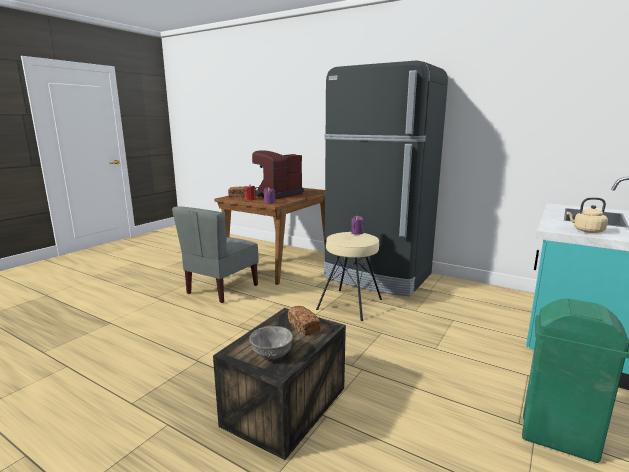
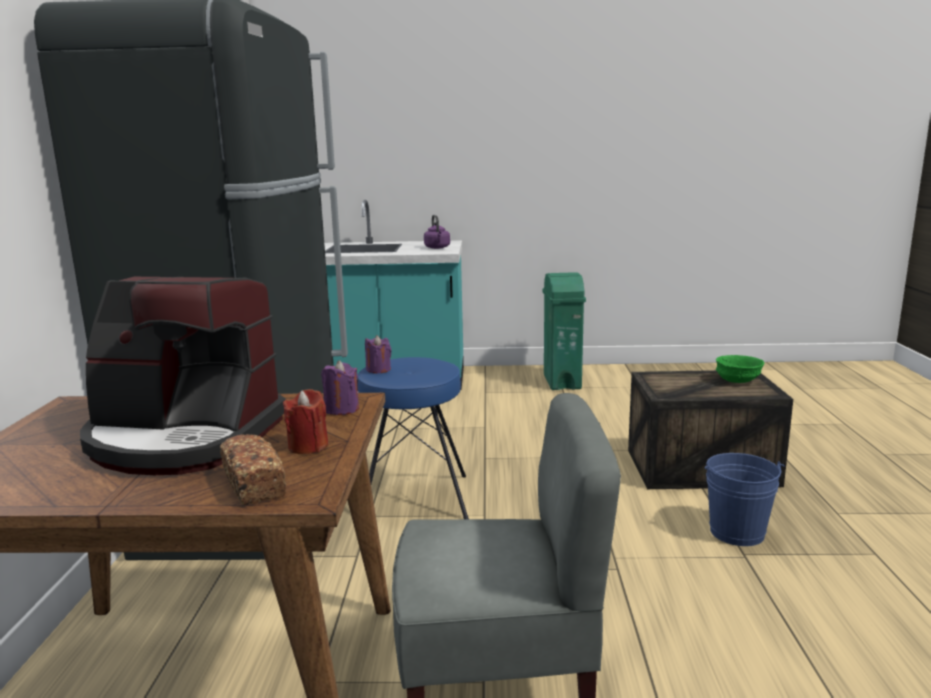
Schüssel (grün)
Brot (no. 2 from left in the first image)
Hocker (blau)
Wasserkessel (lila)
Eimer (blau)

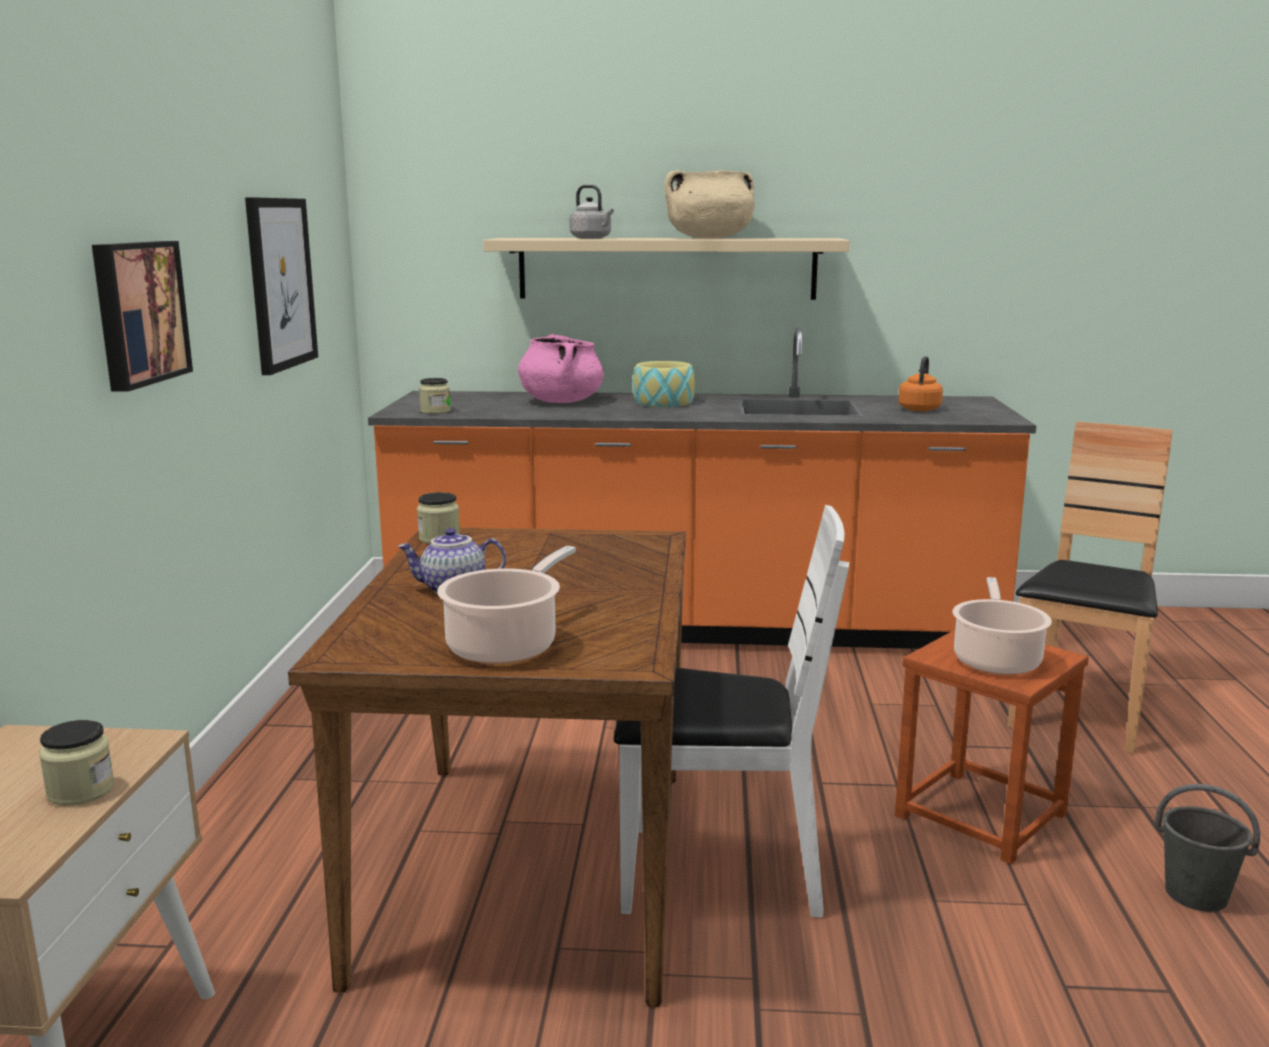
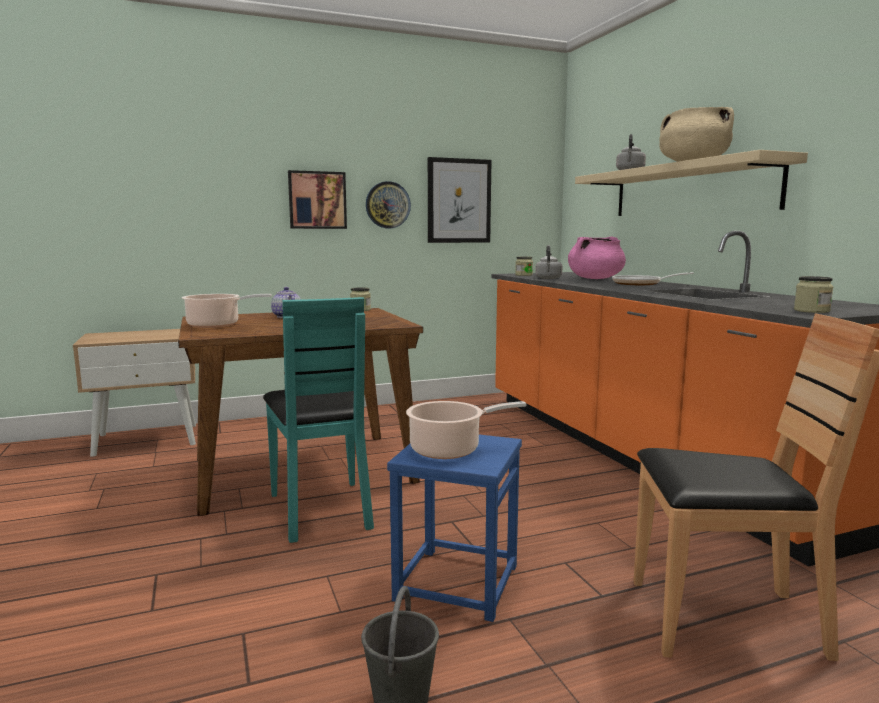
Vorratsglas (no. 3 from left)
Stuhl (türkis)
Pfanne
Hocker (blau)
Wasserkessel (orange)
Wanduhr
Wasserkessel (grau) (no. 1 from left)

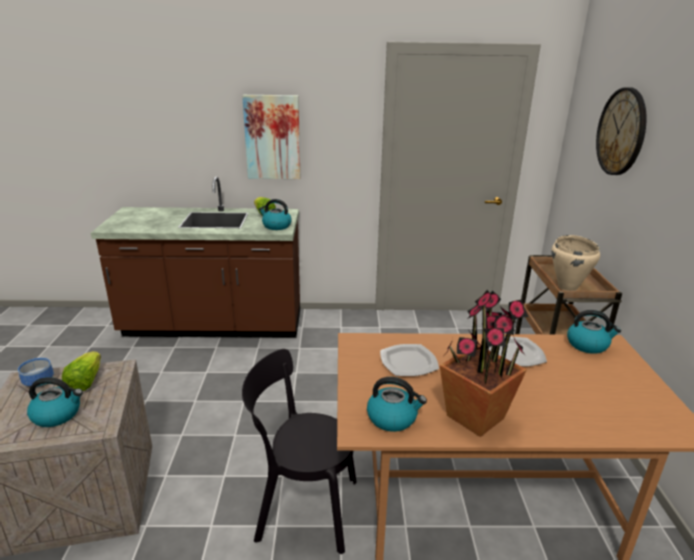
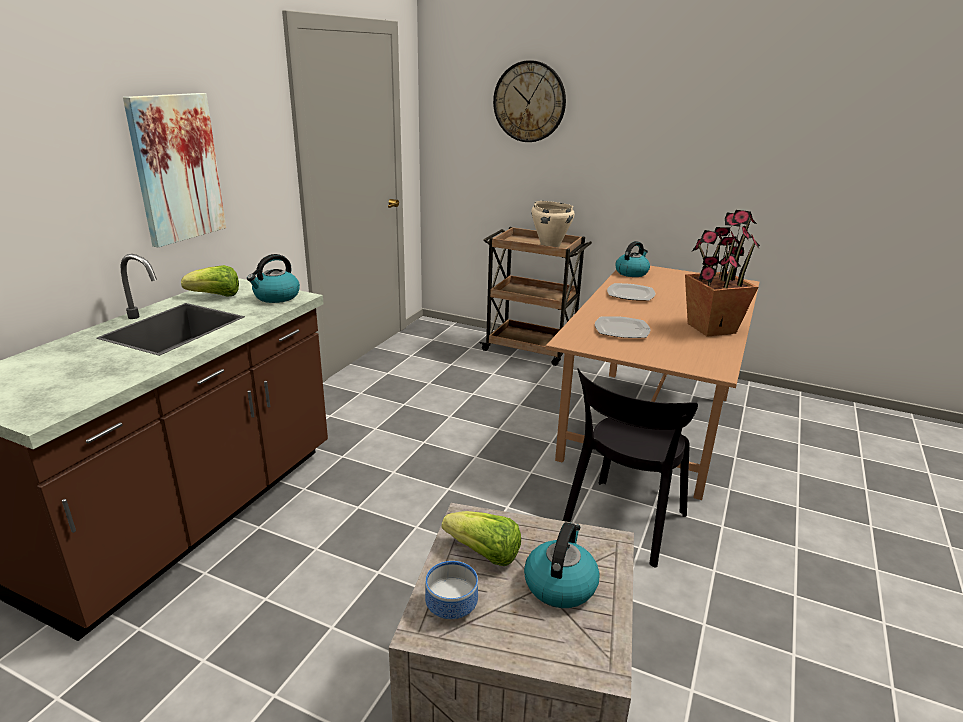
Wasserkessel (no. 3 from left in the first image)

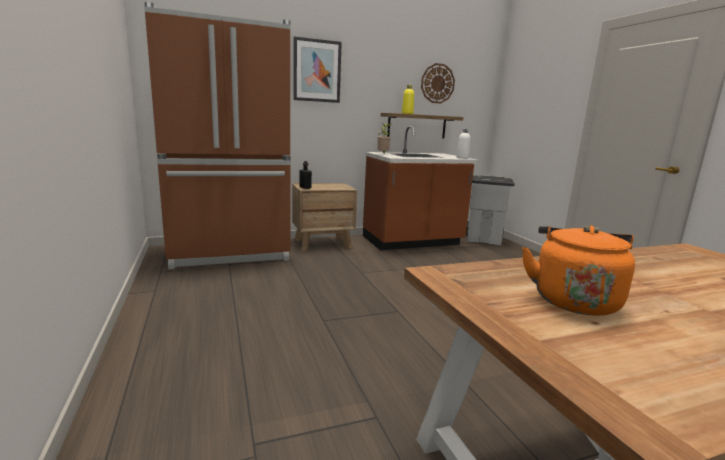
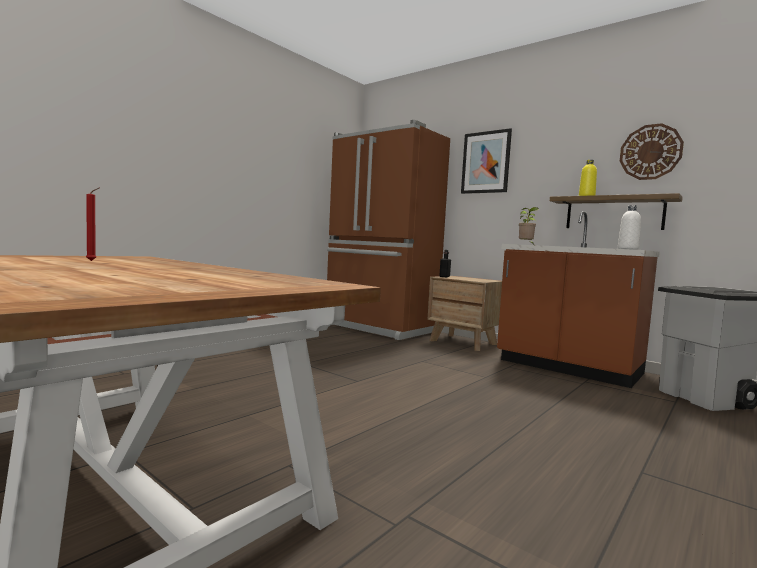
Kerze (rot)

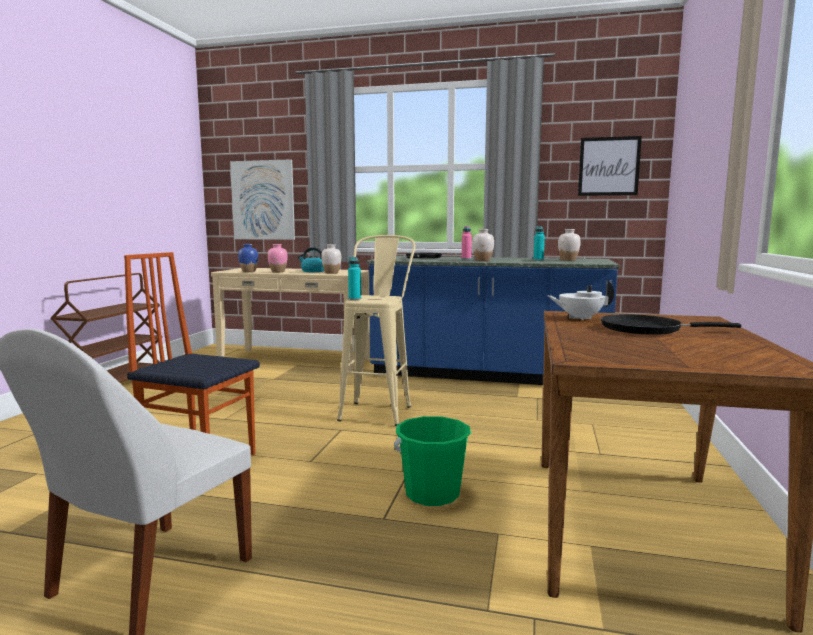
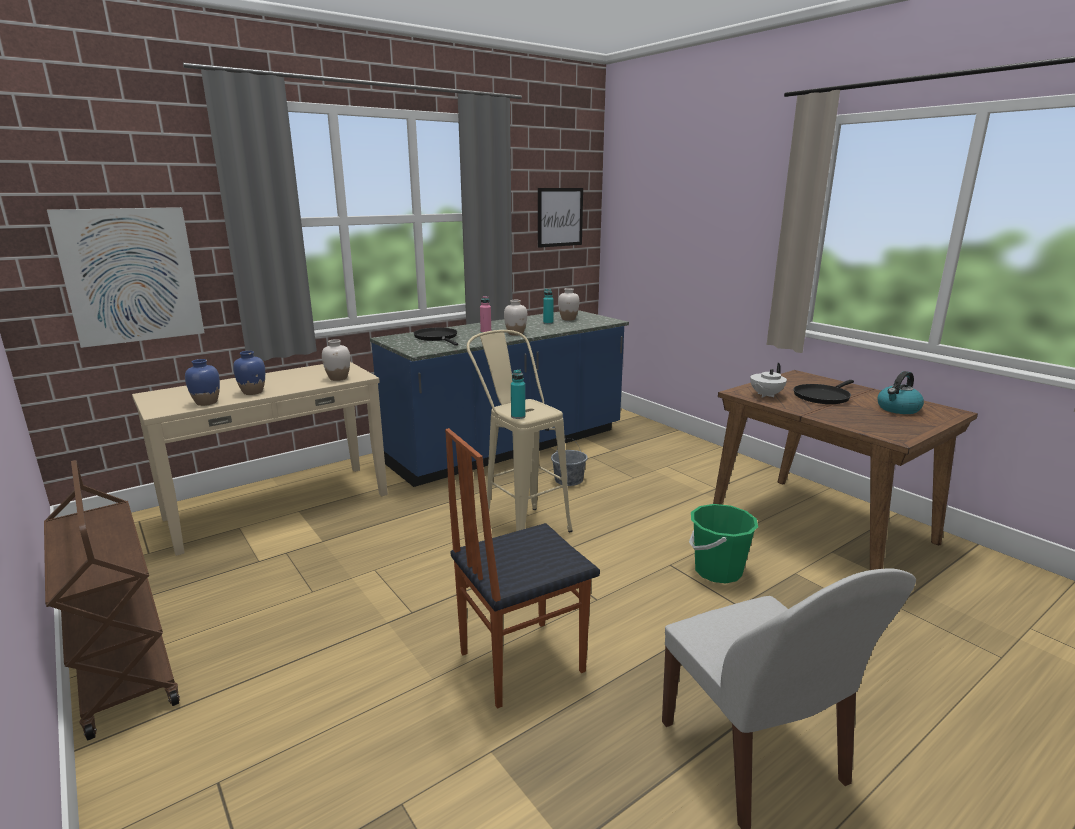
Vase (blau) (no. 2 from left)
Wasserkessel
Eimer (grau)

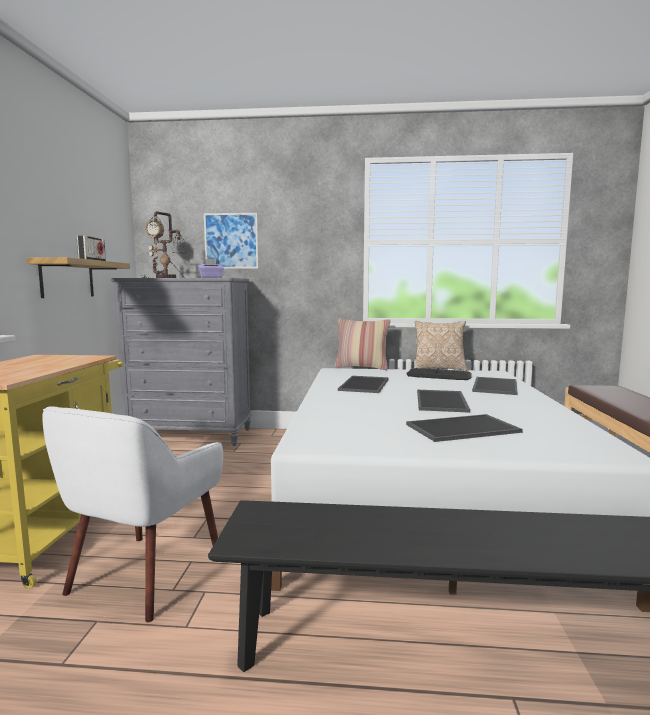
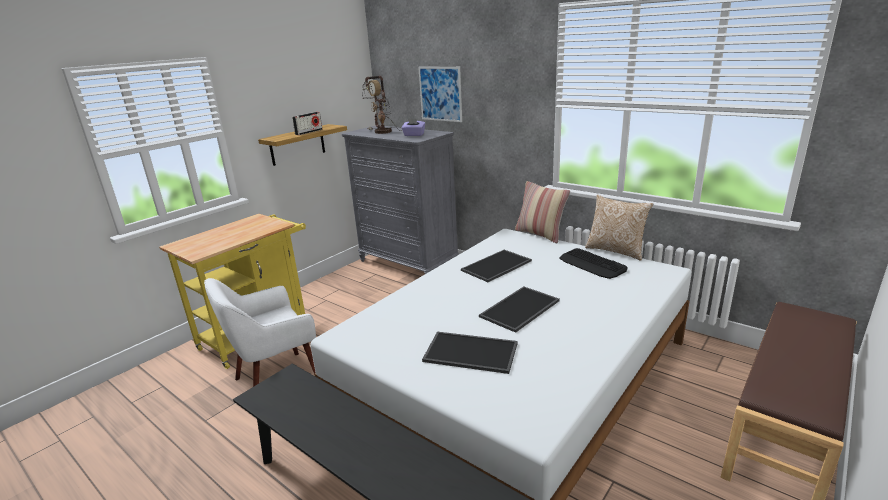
Tablett (no. 4 from left in the first image)

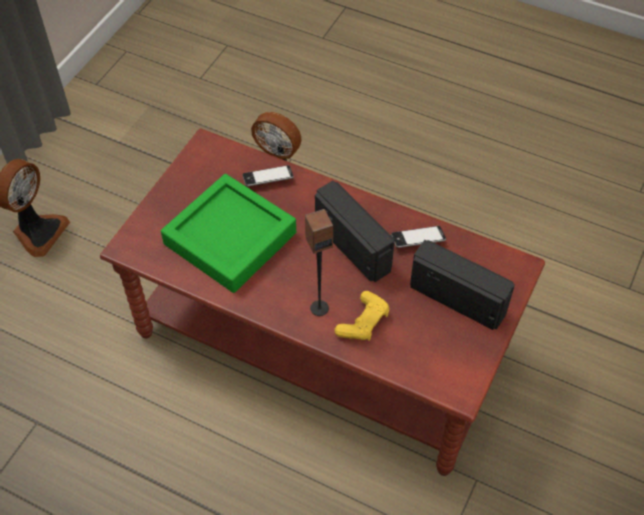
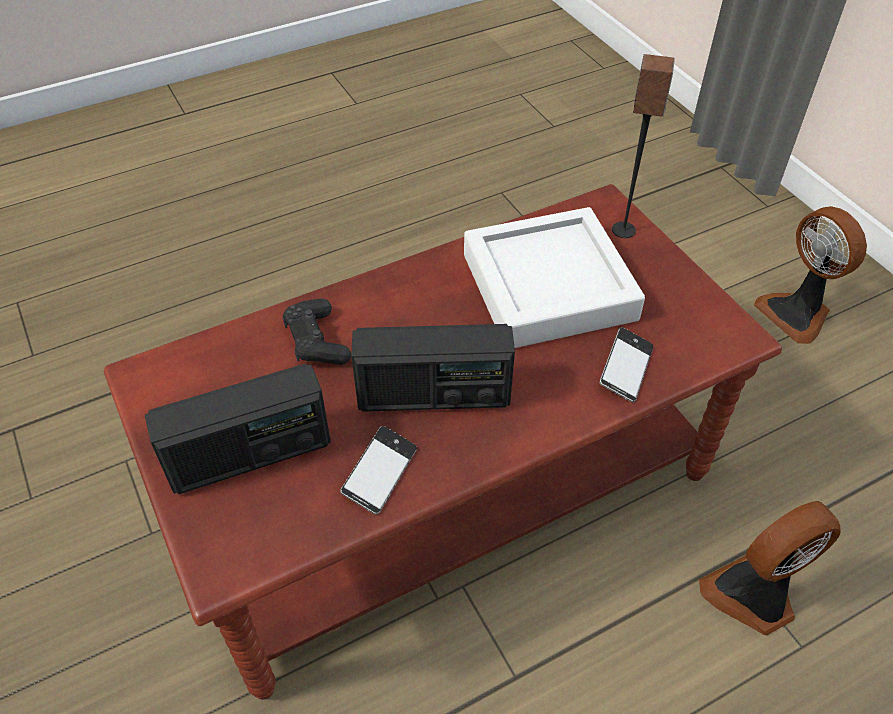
Tablett (weiß)
Lautsprecher
Gamepad (schwarz)

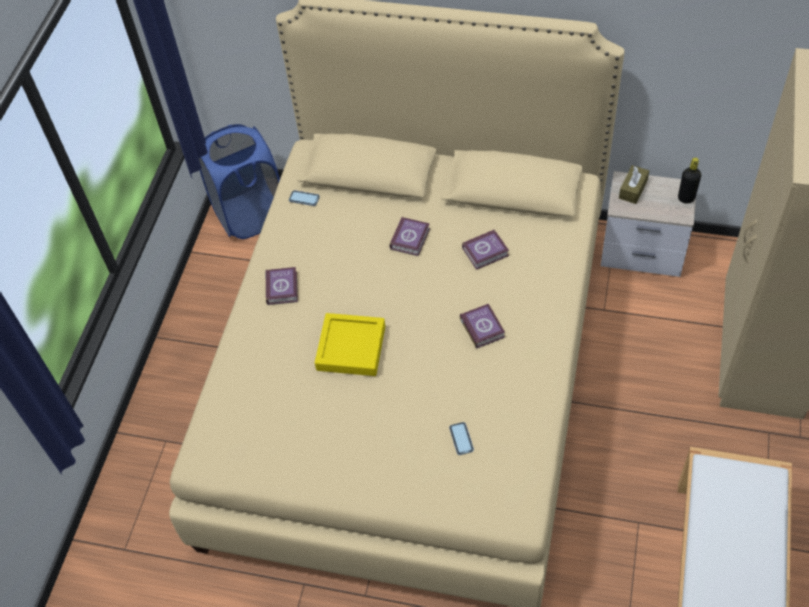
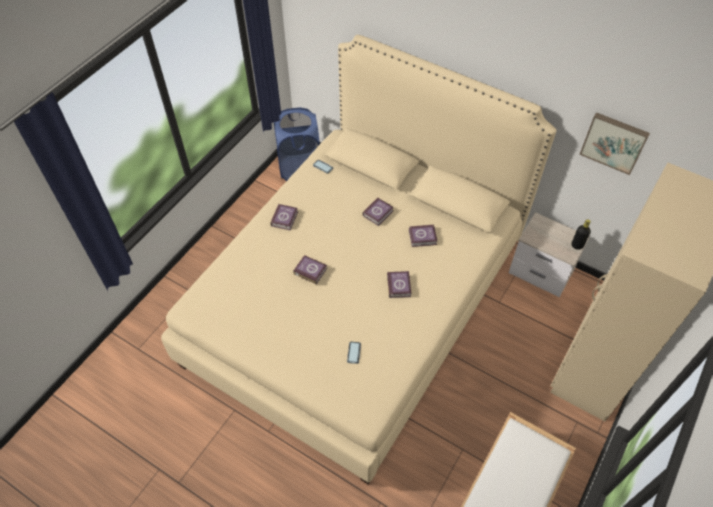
Buch (no. 2 from left)
Taschentuchbox (braun)
Bild

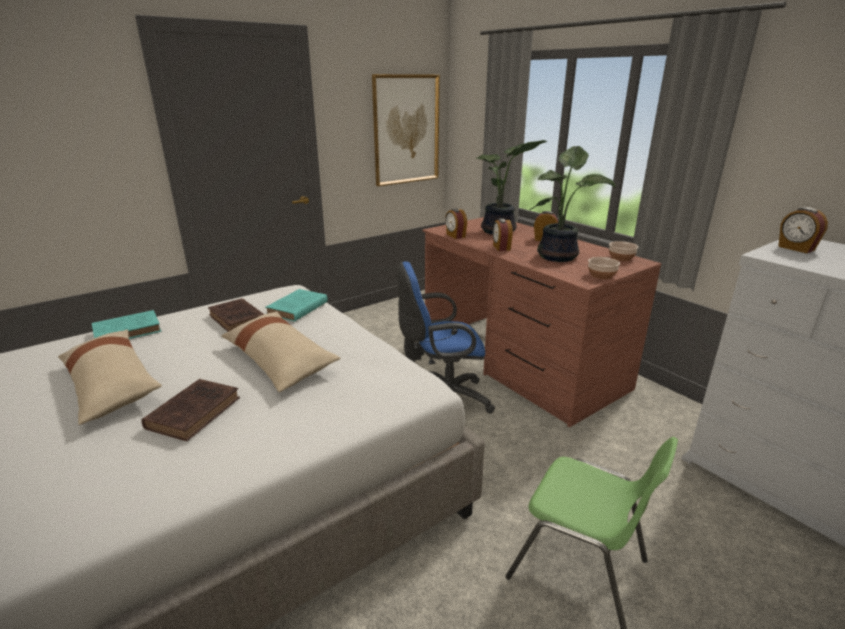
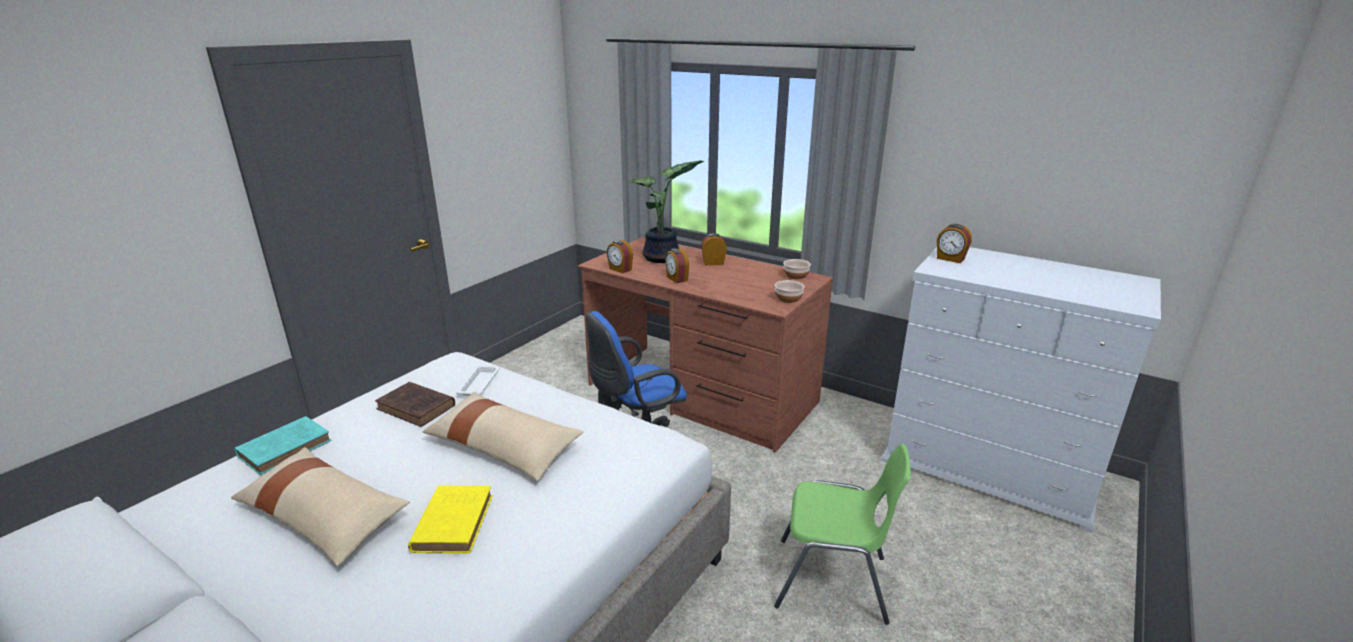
Buch (gelb)
Tablett (weiß)
Bild
Topfpflanze (no. 2 from left in the first image)

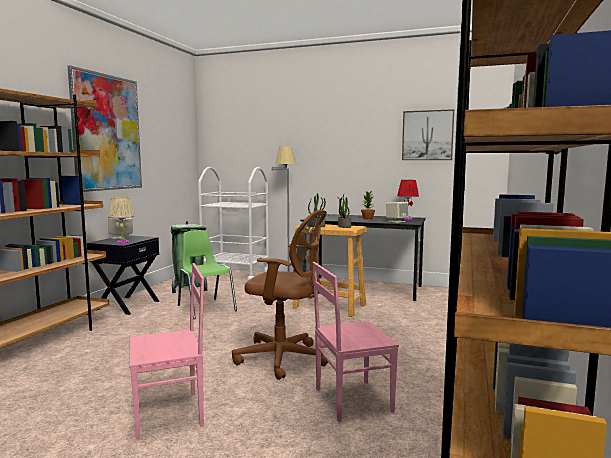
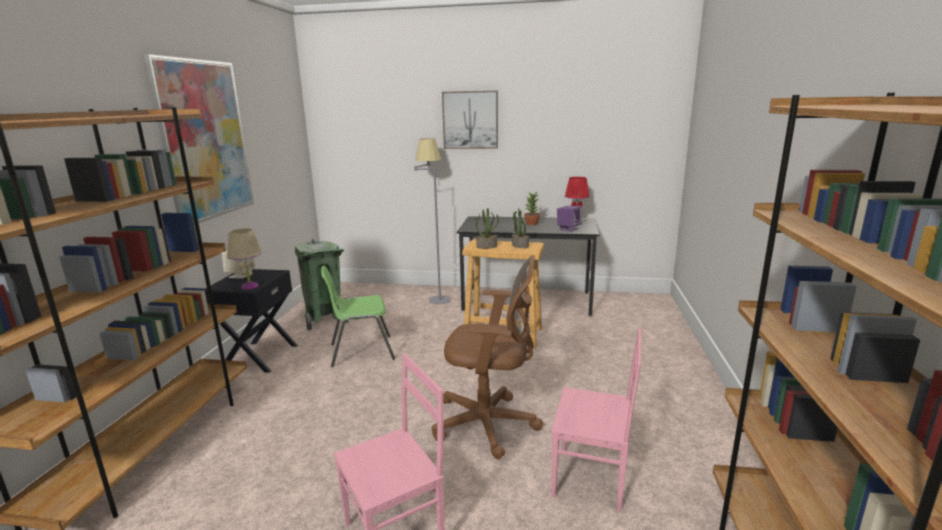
Stuhl (grün)
Rollwagen (weiß)
Stuhl (rosa) (no. 2 from left)
Lautsprecher (lila)
Bild (no. 2 from left)

